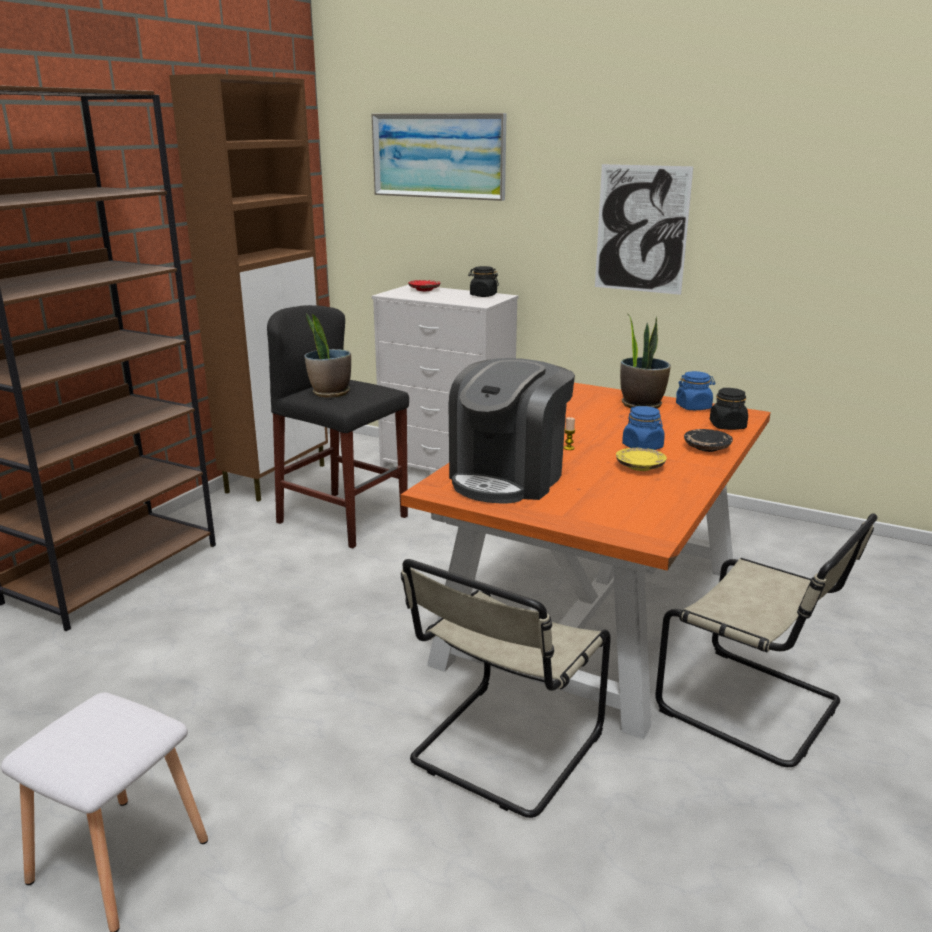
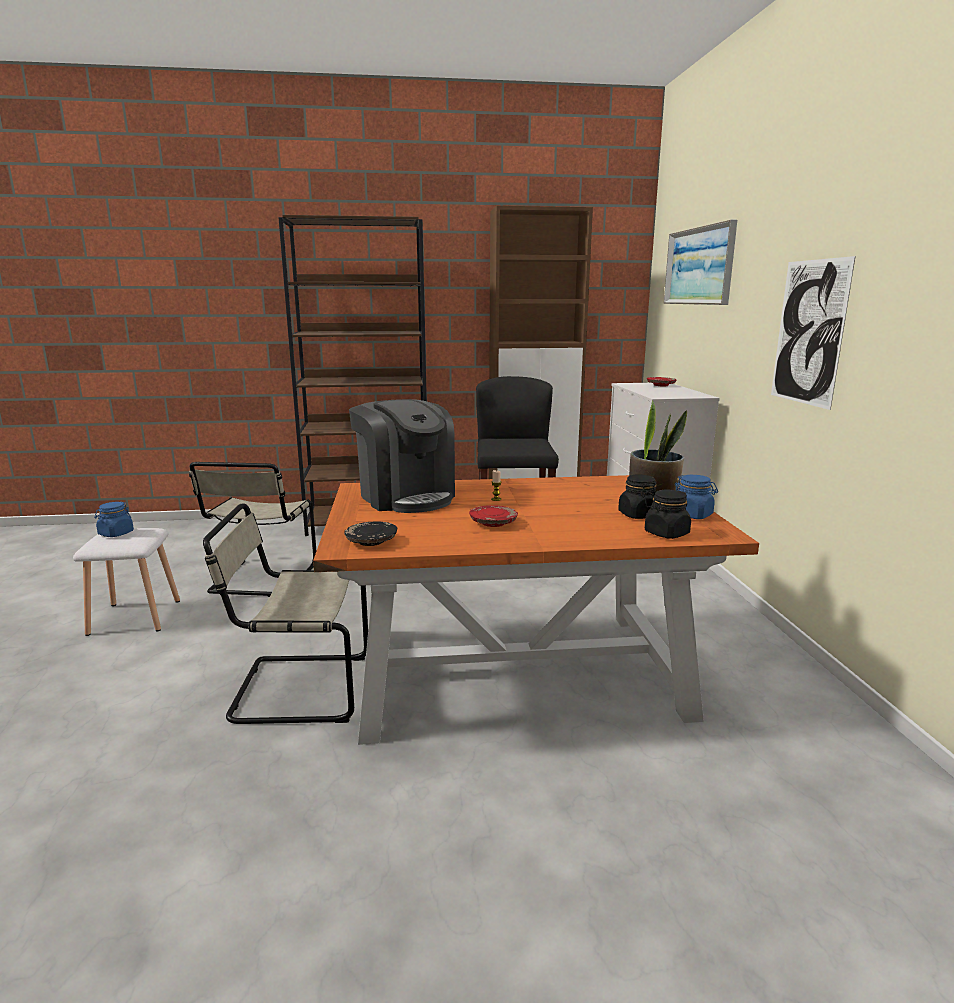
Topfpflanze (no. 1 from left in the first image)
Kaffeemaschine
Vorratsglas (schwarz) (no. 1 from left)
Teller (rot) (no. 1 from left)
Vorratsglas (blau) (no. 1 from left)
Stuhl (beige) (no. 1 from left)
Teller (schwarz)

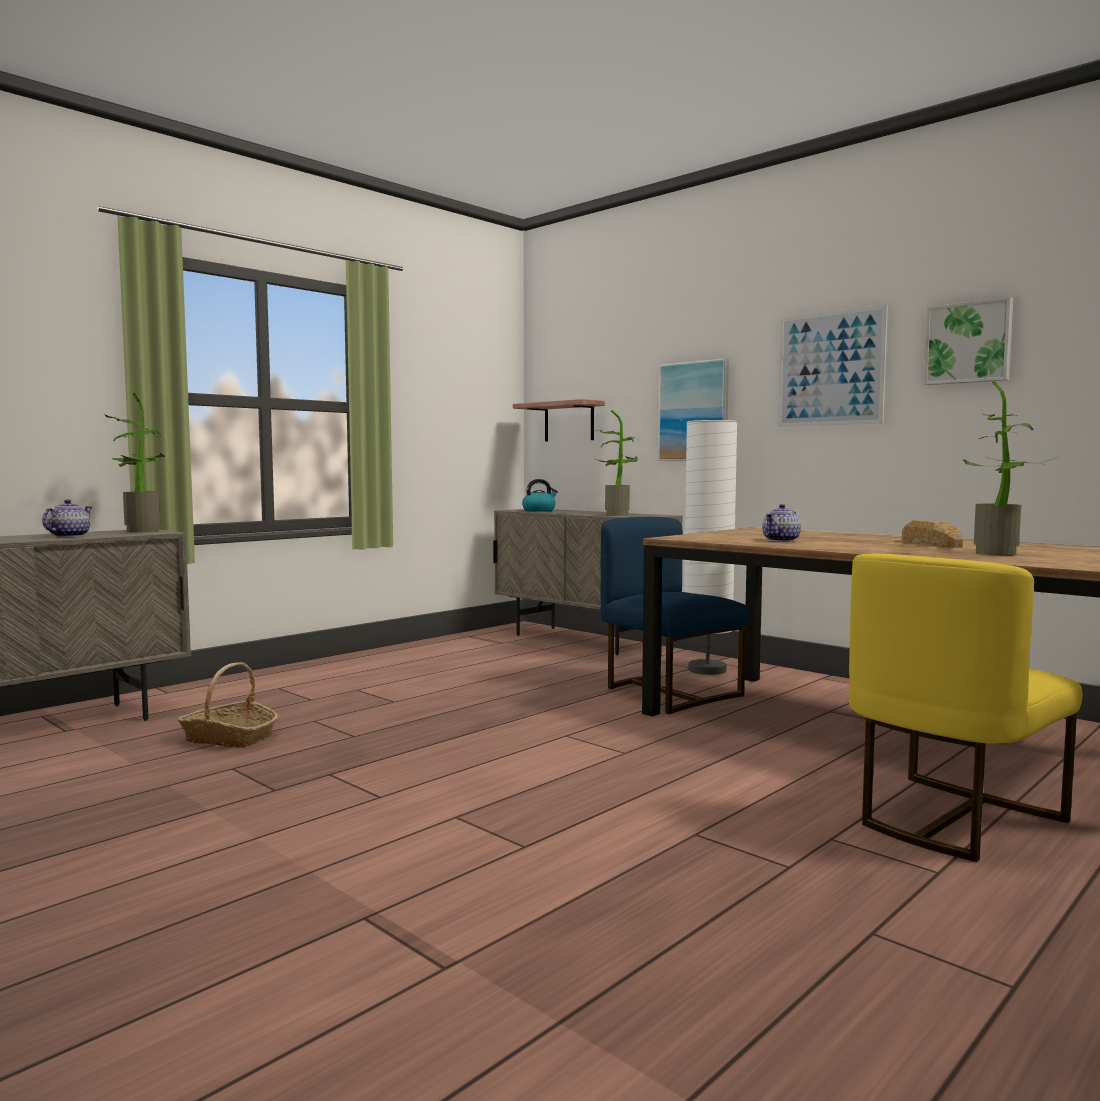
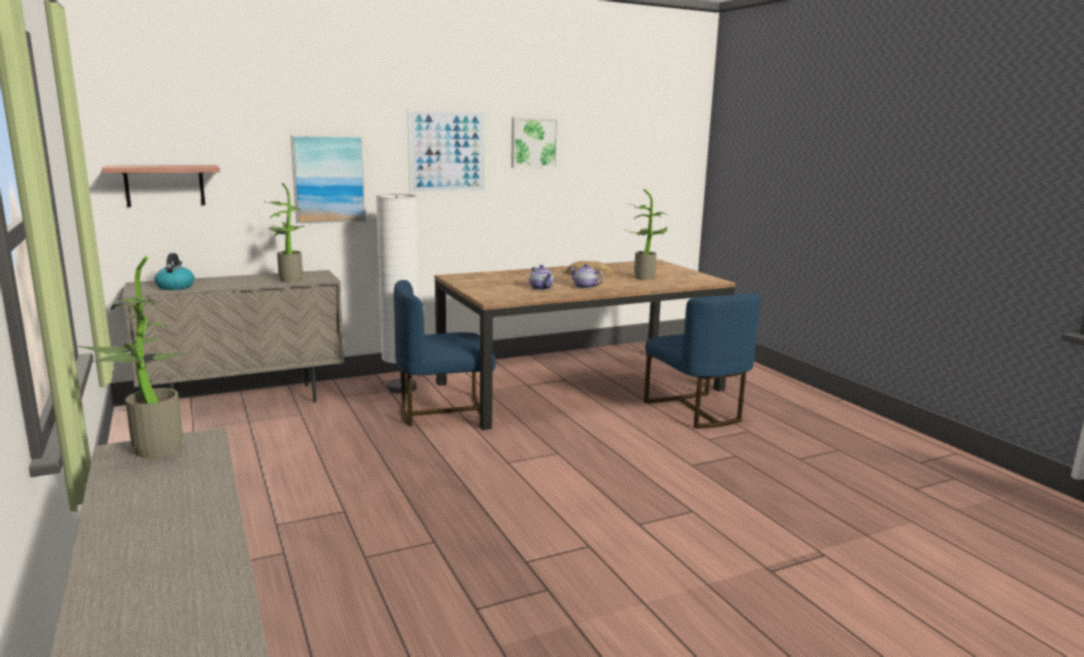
Teekanne (no. 2 from left)
Korb
Stuhl (blau) (no. 2 from left)

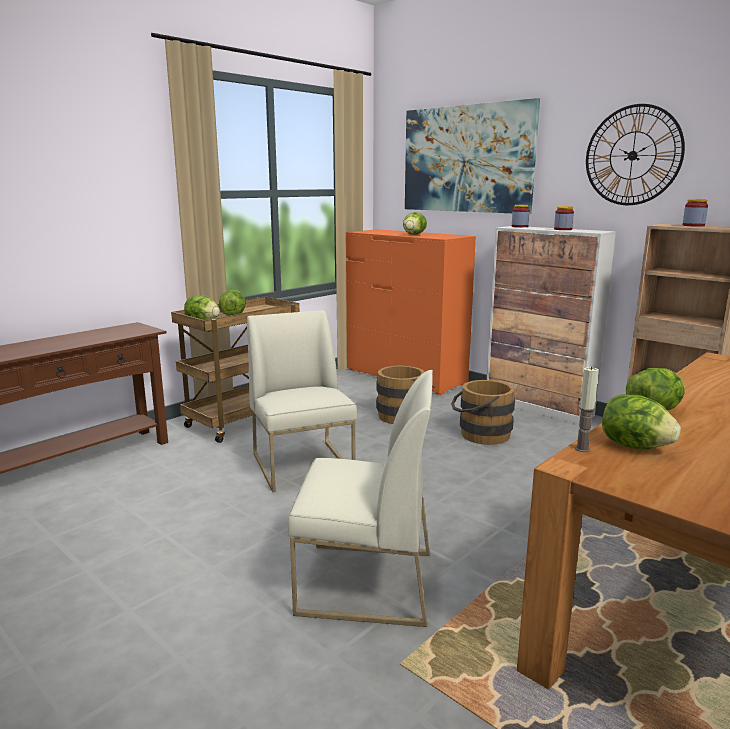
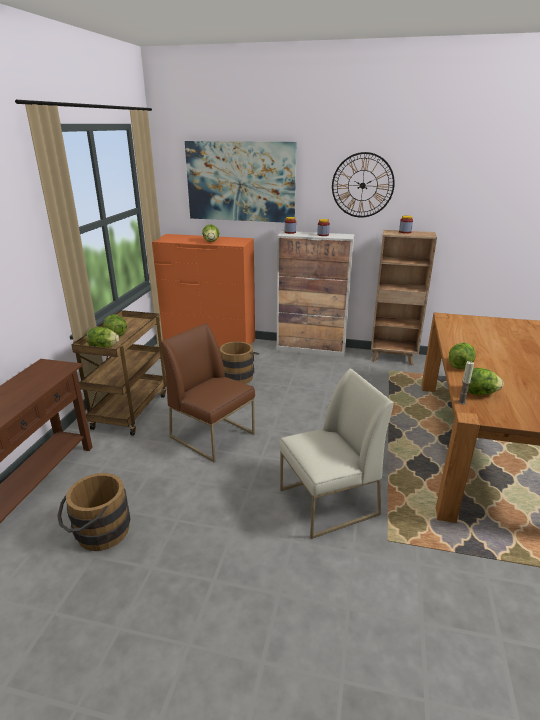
Stuhl (braun)
Eimer (braun) (no. 1 from left)

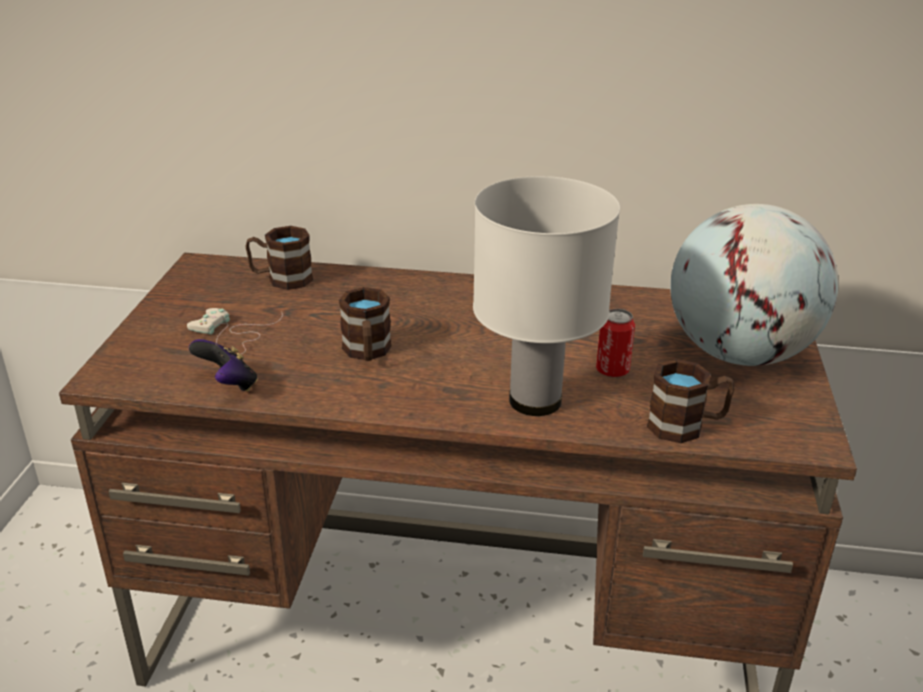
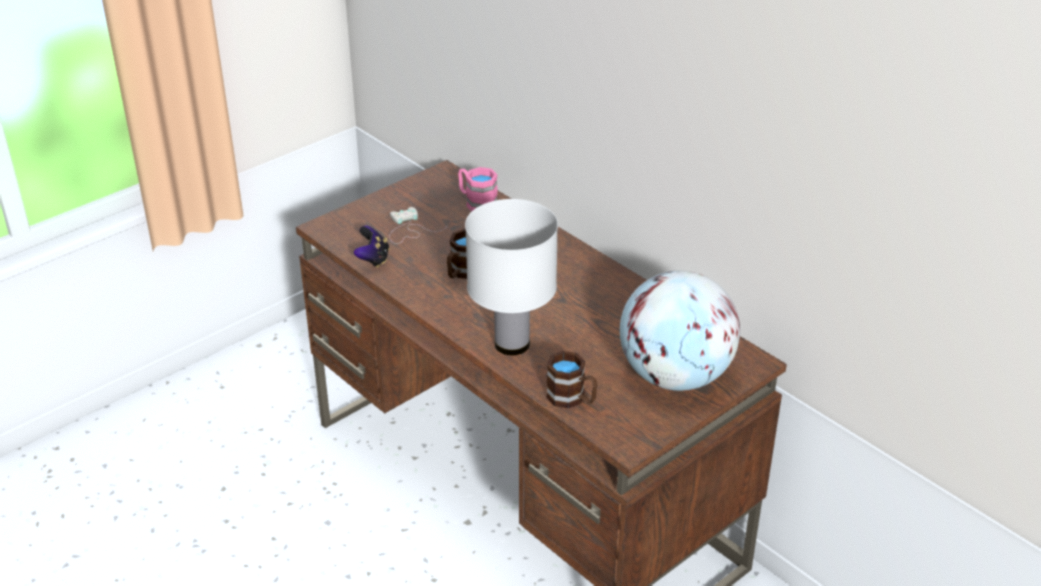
Henkelbecher (rosa)
Dose

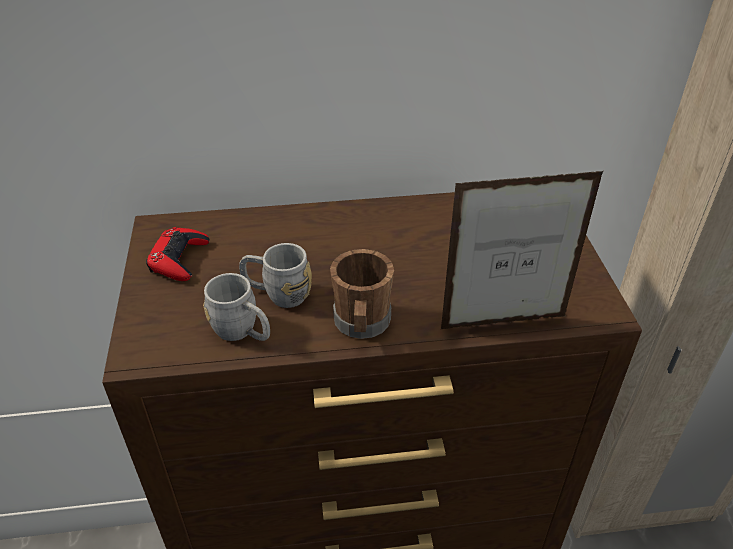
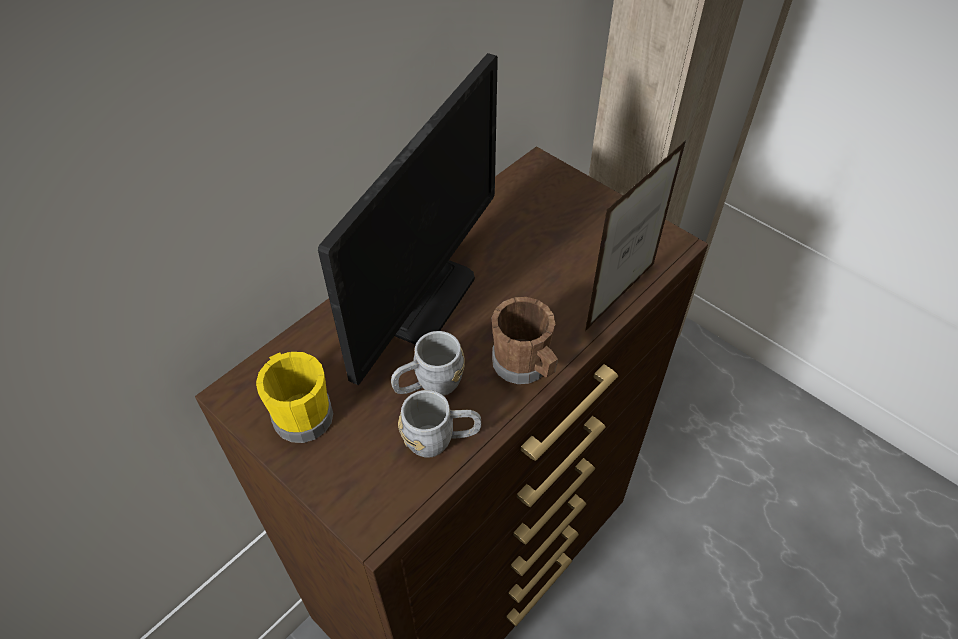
Henkelbecher (gelb)
Monitor

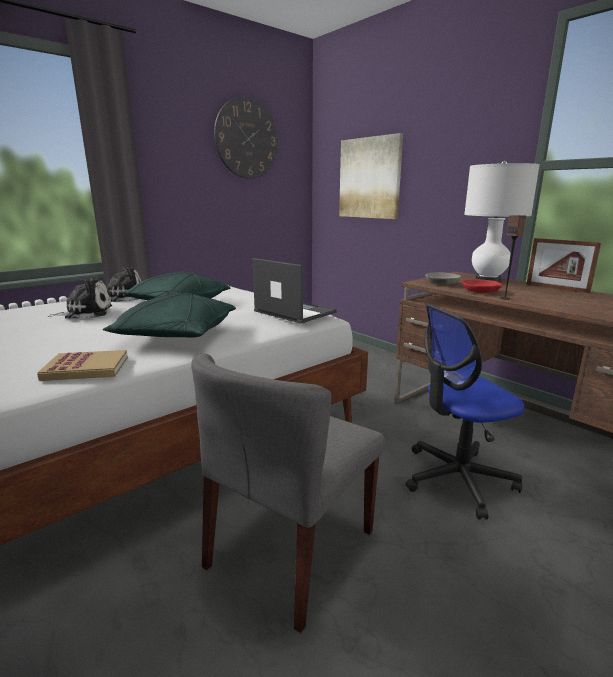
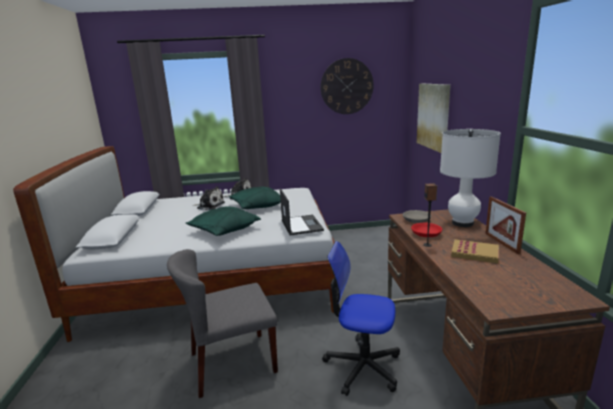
Buch

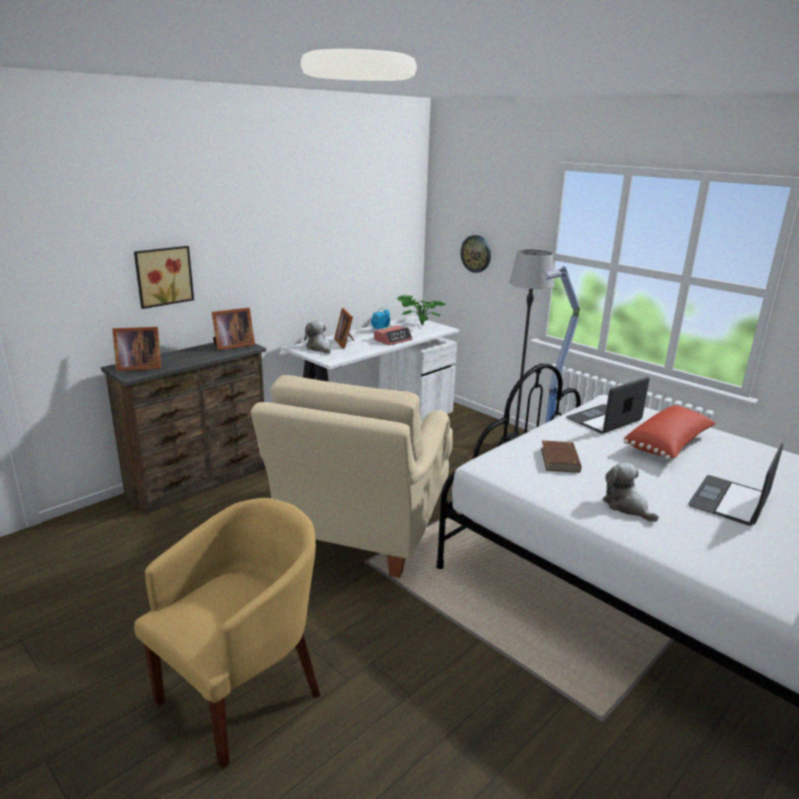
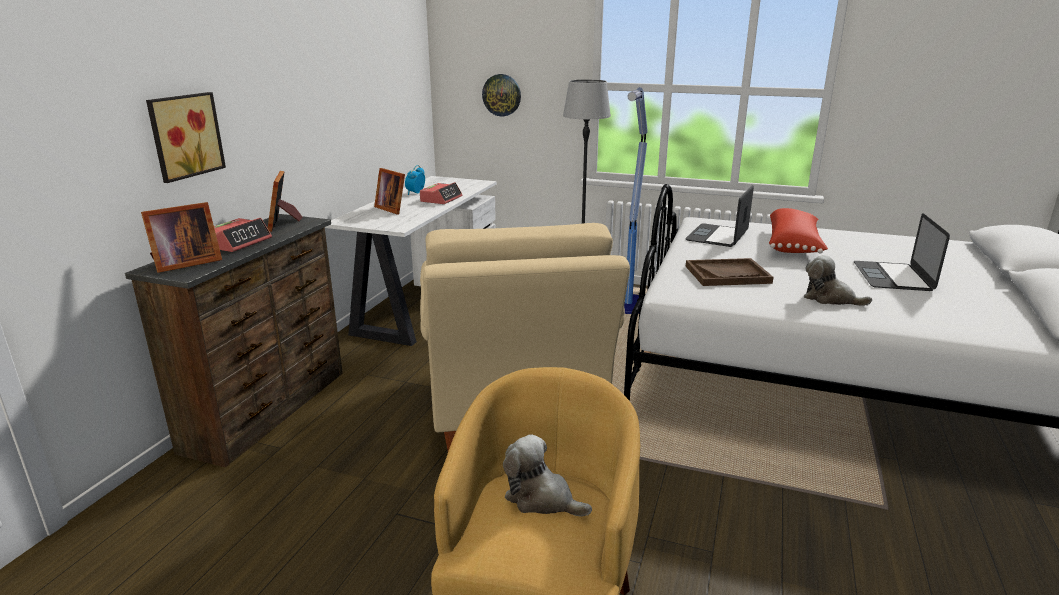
Bilderrahmen (no. 2 from left)
Plüschtier (no. 1 from left)
Topfpflanze
Tablett (braun)
Wecker (no. 1 from left)

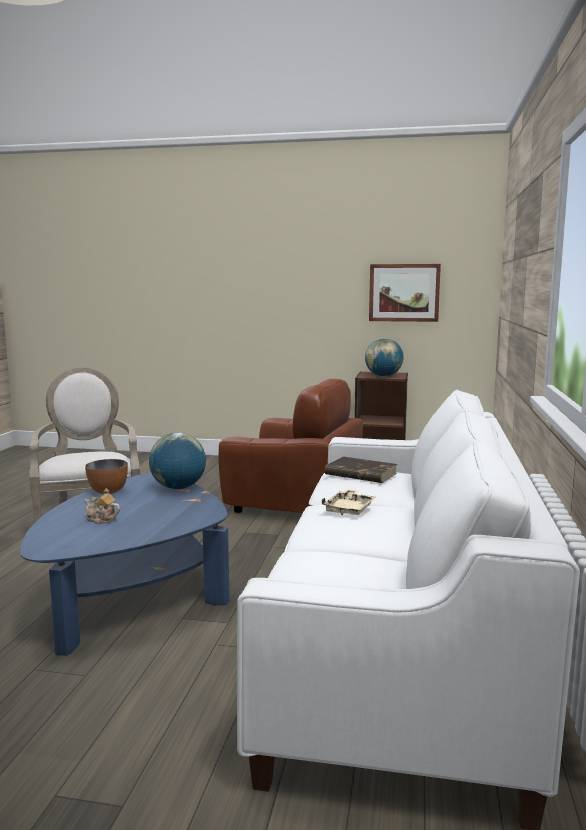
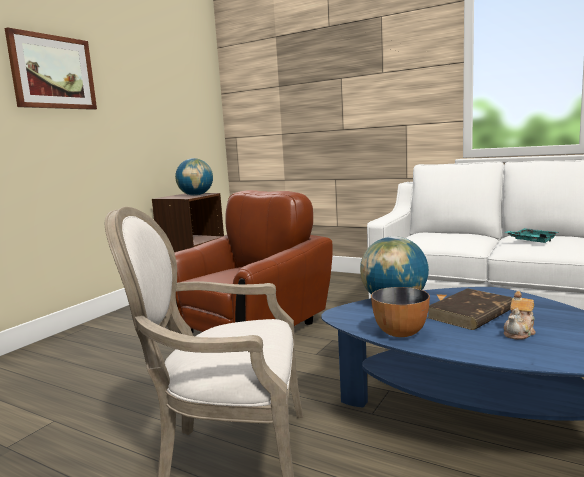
Tablett (türkis)
Buch (braun)
Bild

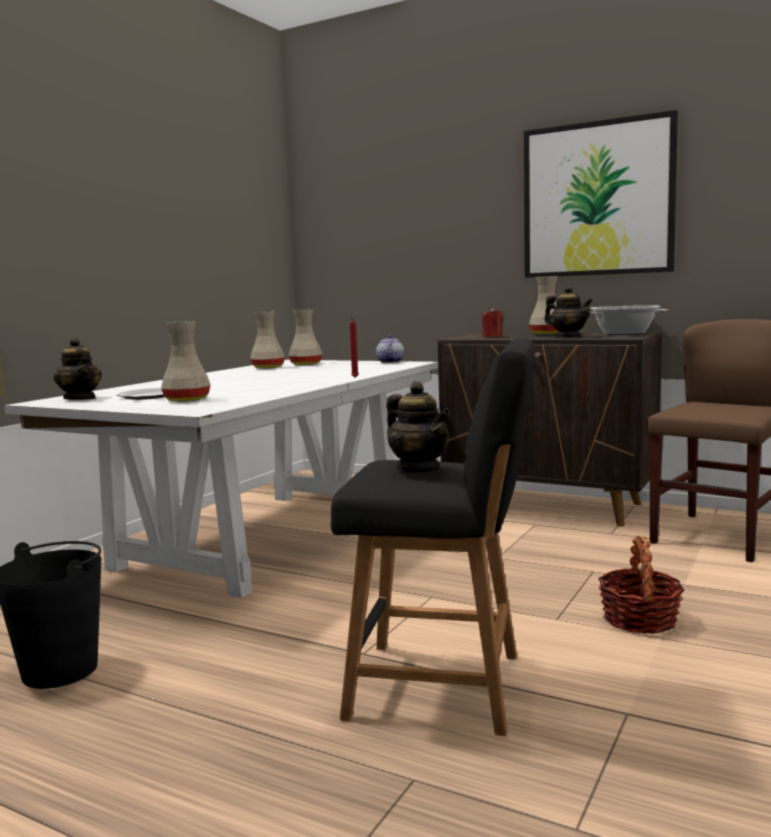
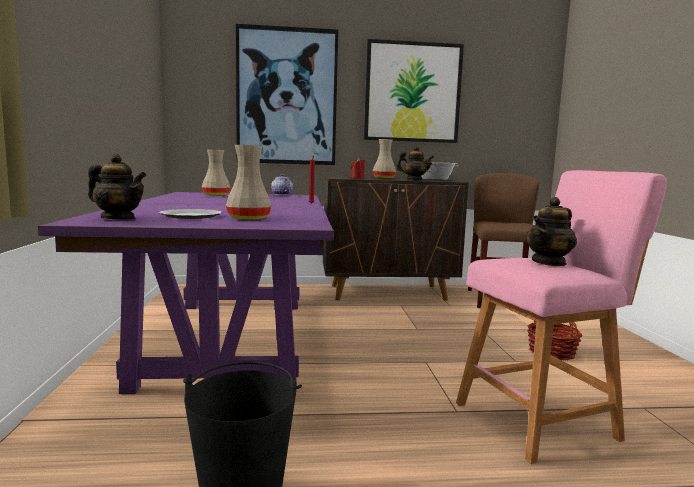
Esstisch (lila)
Vase (beige) (no. 2 from left in the first image)
Hocker (rosa)
Teekanne (no. 4 from left)
Bild (no. 1 from left)

